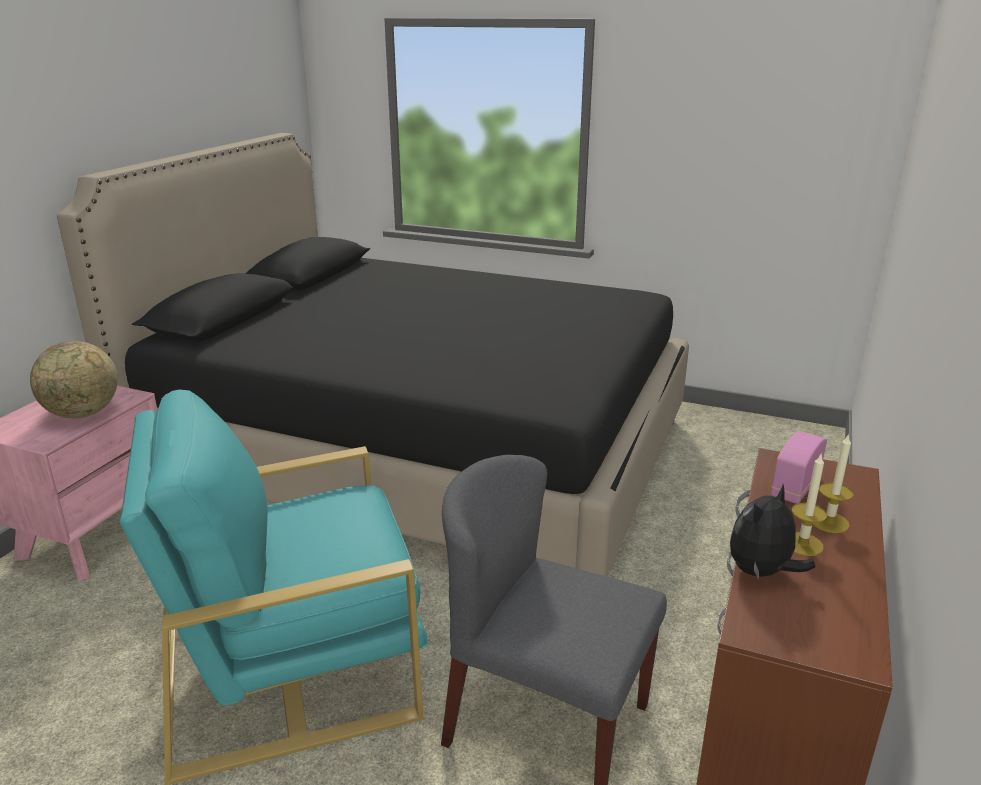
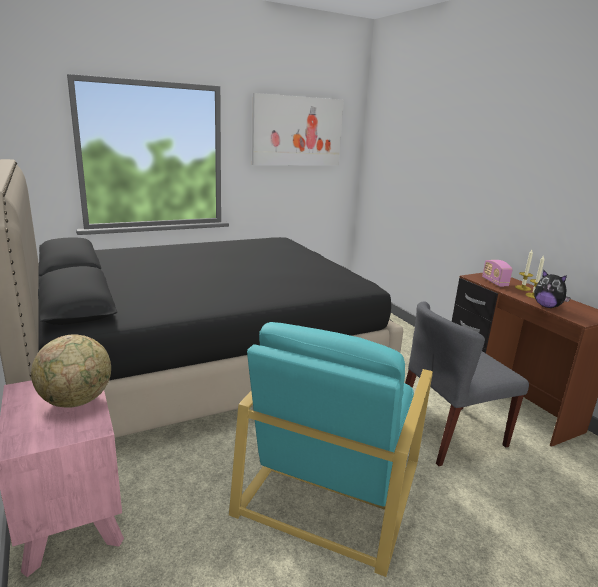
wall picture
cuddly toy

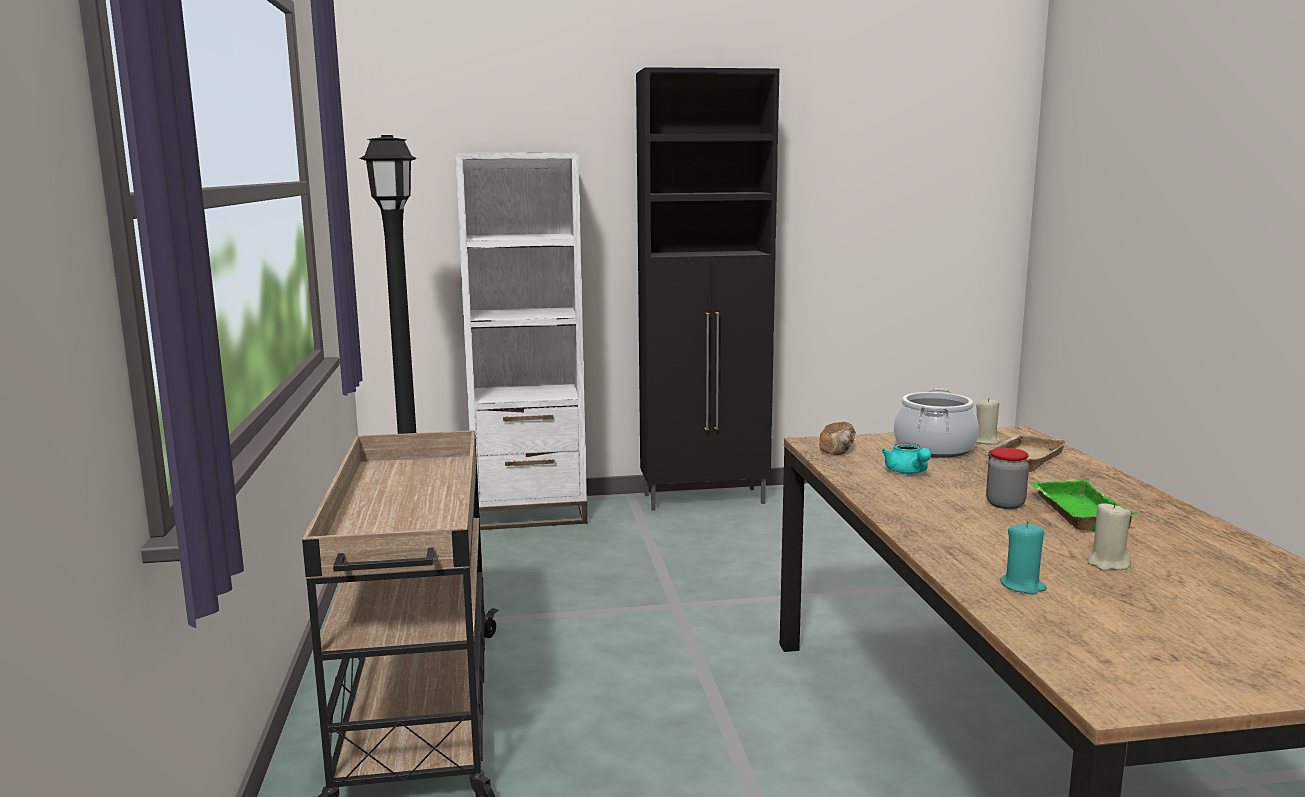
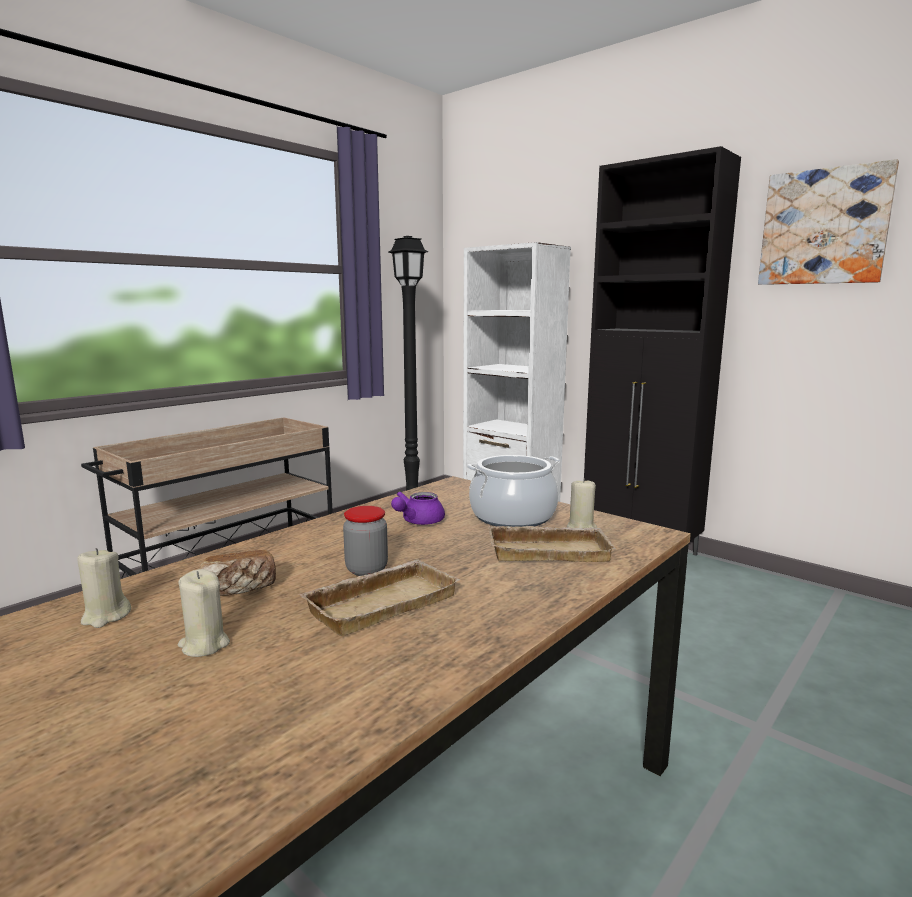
wall picture
bakery bread
purple-coloured tea pot
beige wax candle (no. 1 from left)
beige carrying tray (no. 1 from left)

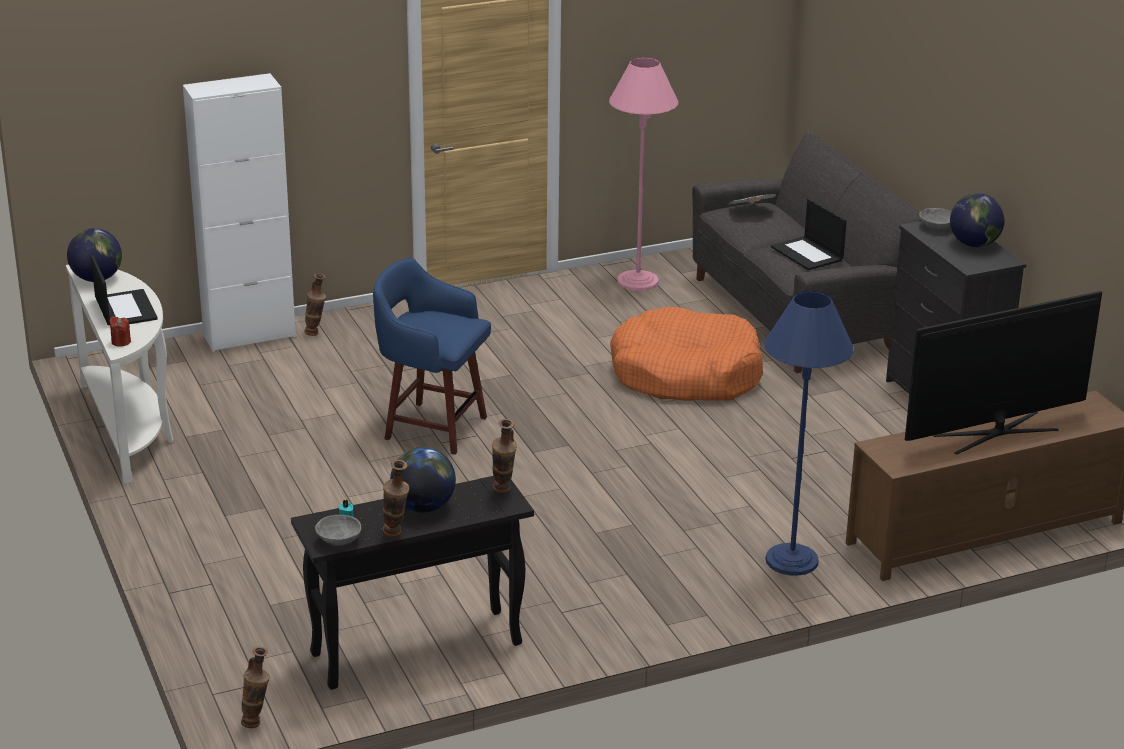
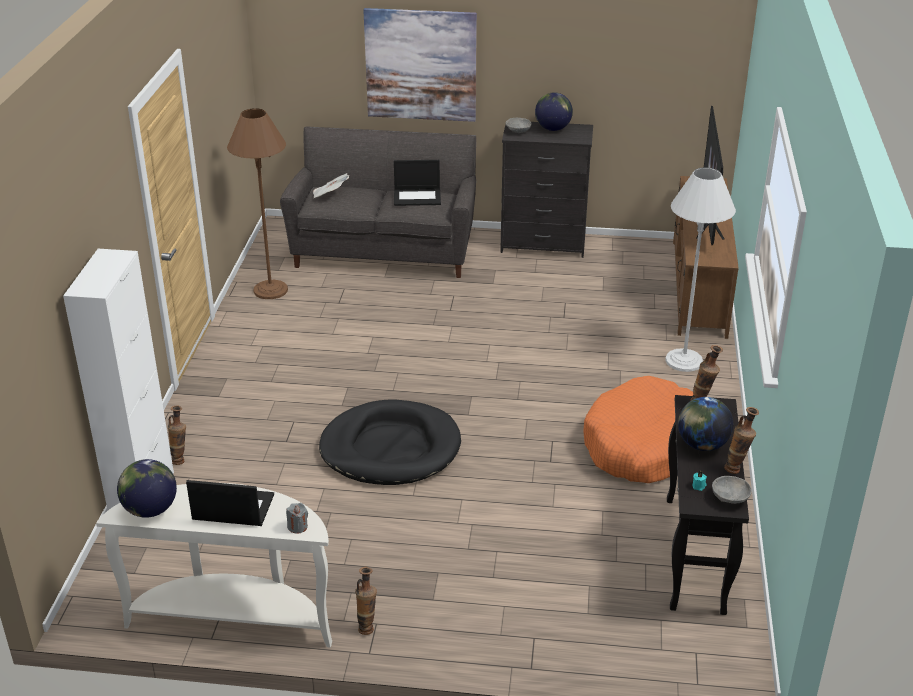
wall picture
decorative vase (no. 2 from left)
orange-coloured pet bed
black-coloured pet bed
grey wax candle
brown floor lamp
white-coloured floor lamp

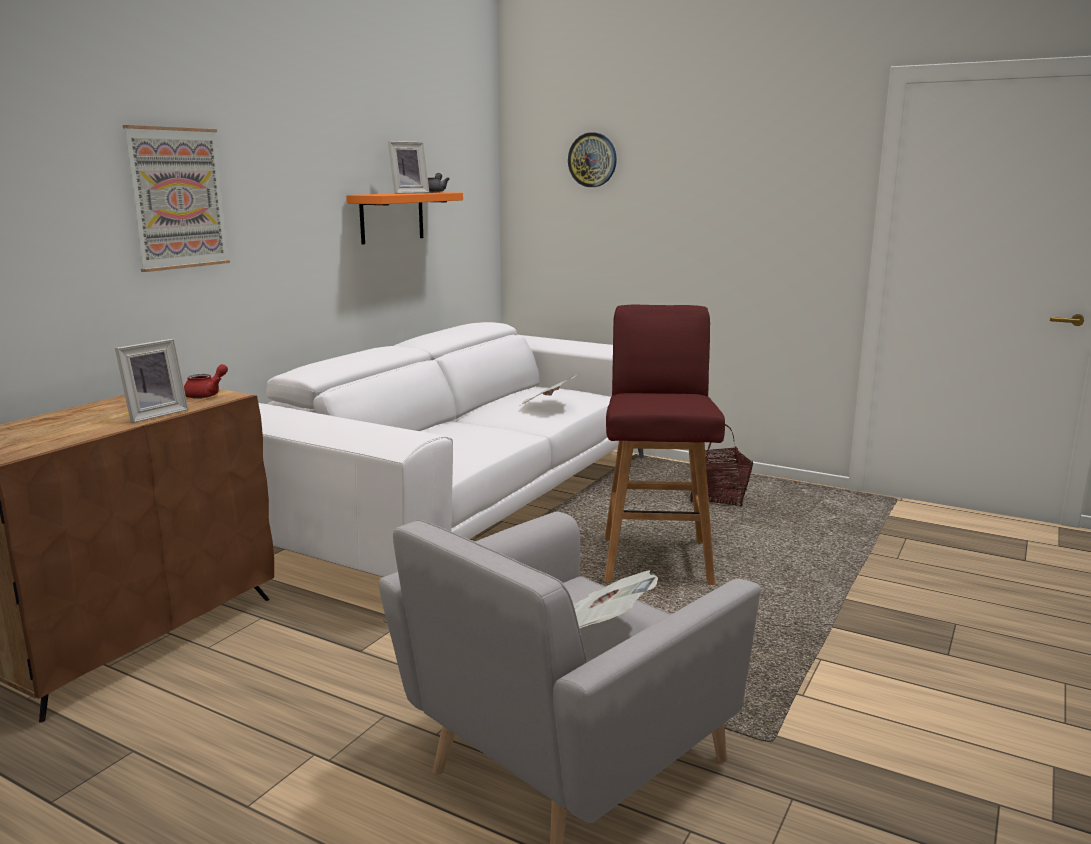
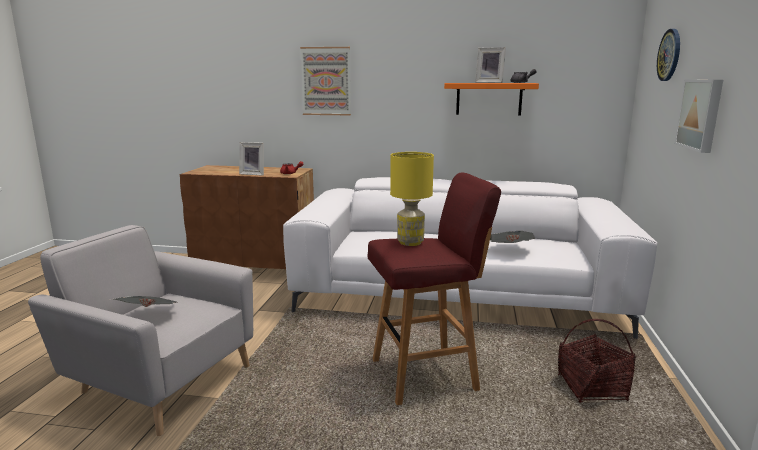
yellowish tabletop lamp
wall picture (no. 2 from left)

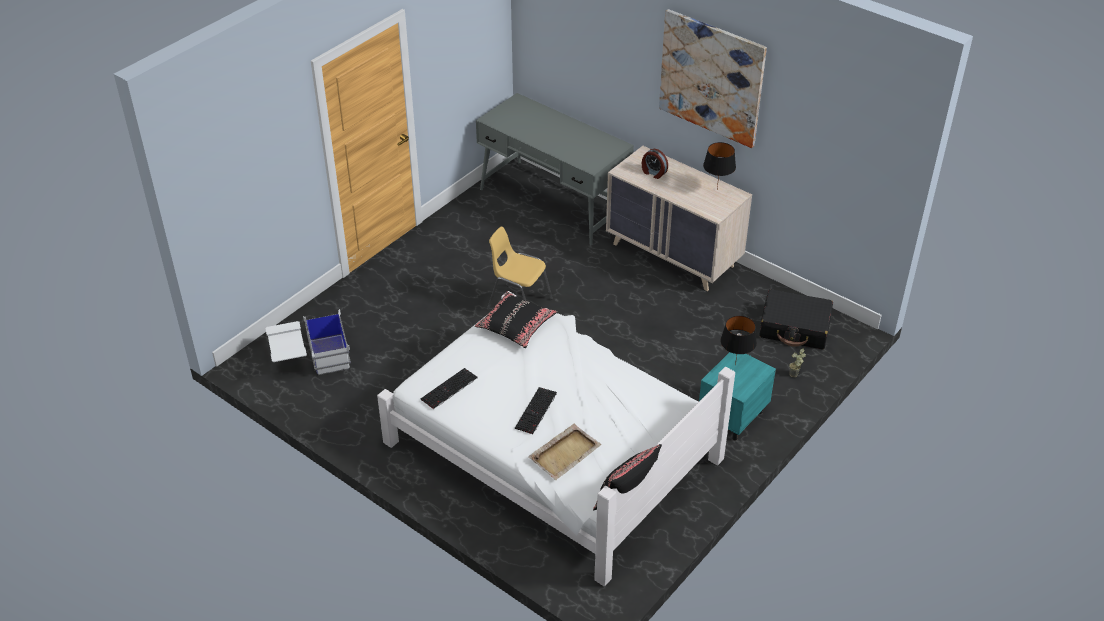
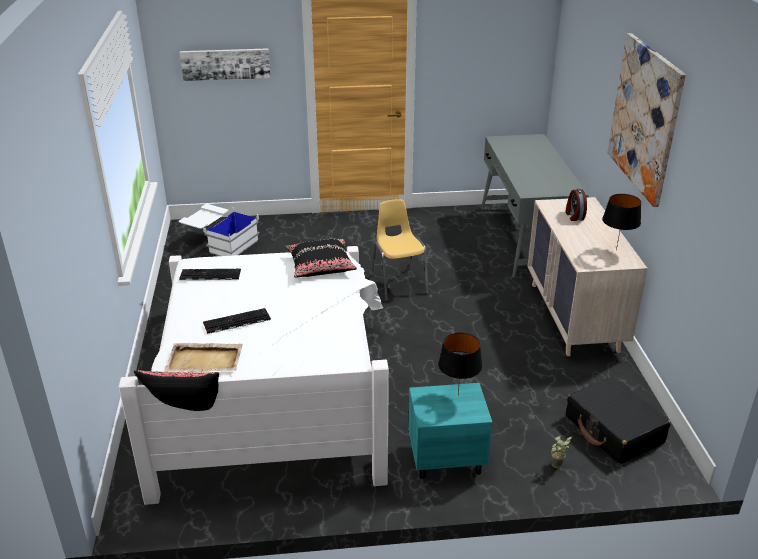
wall picture (no. 1 from left)

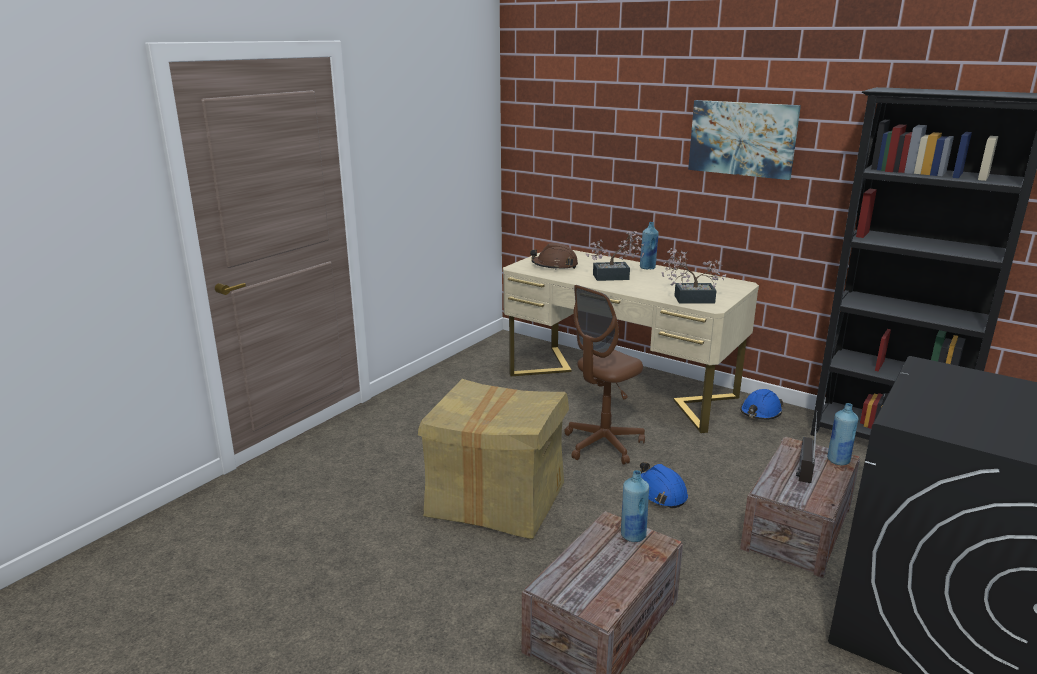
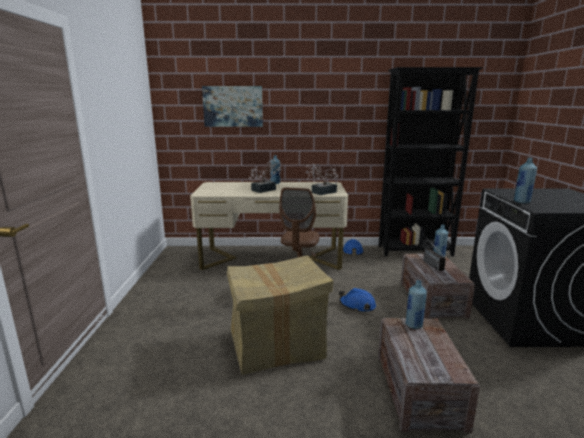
brown safety helmet
blue-coloured drink bottle (no. 4 from left)
wall picture

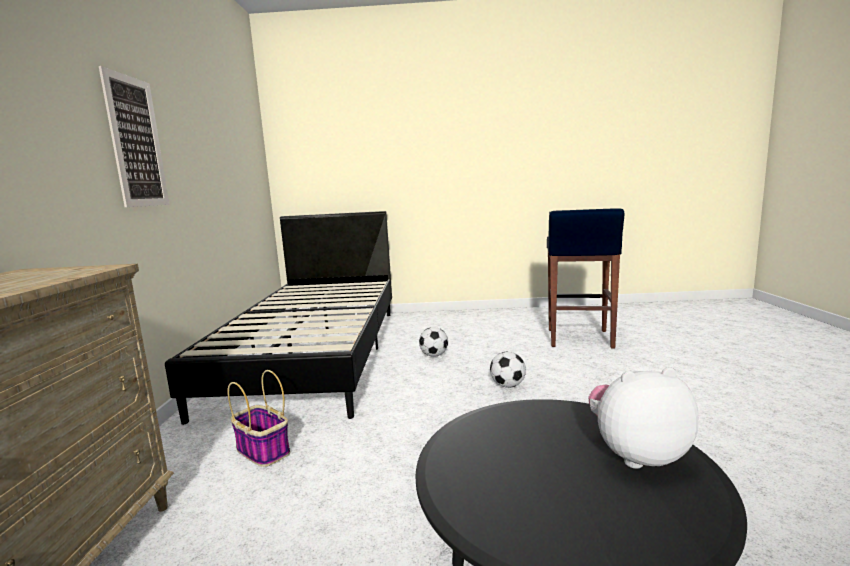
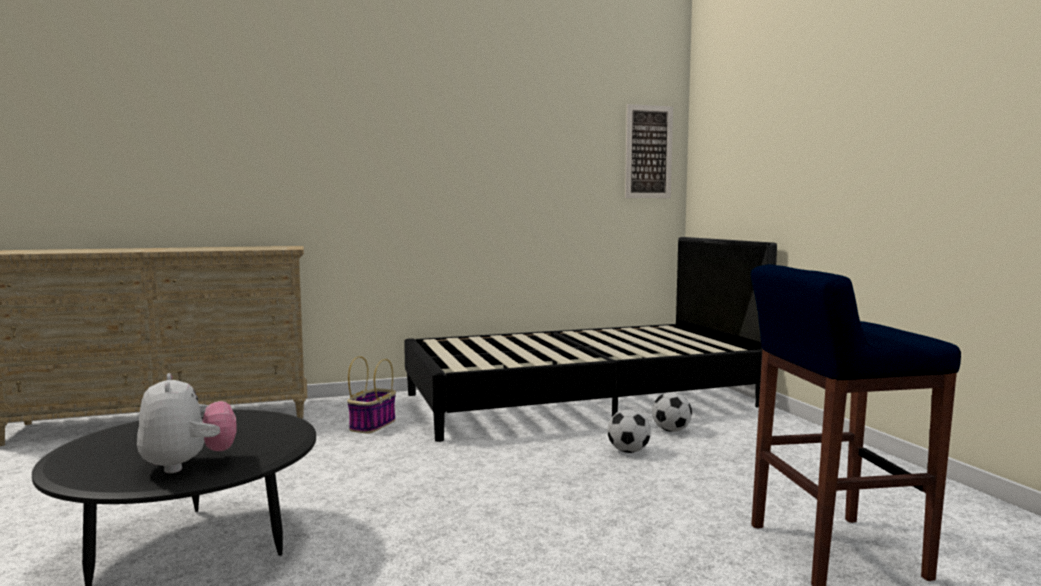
wall picture
football ball (no. 2 from left)

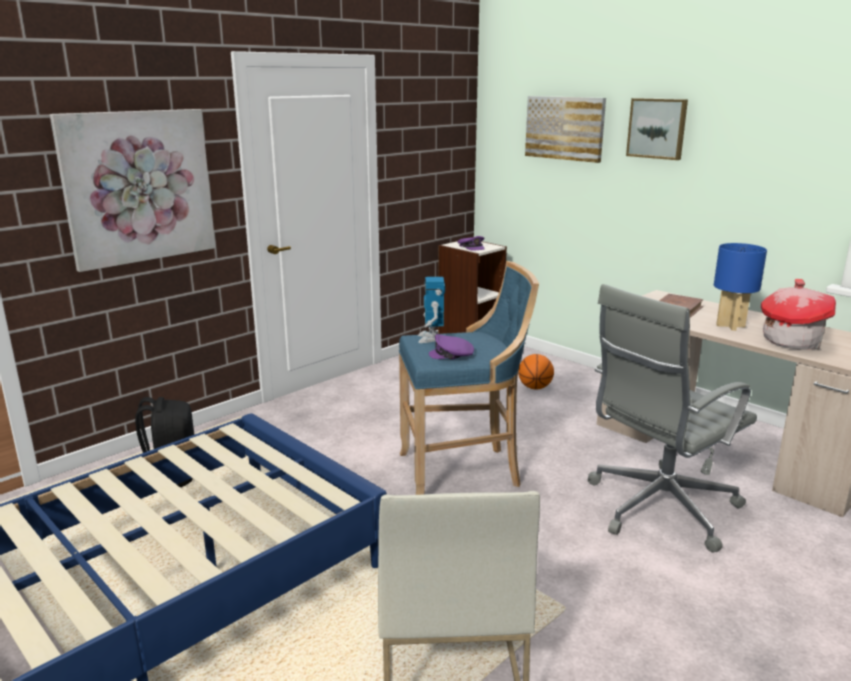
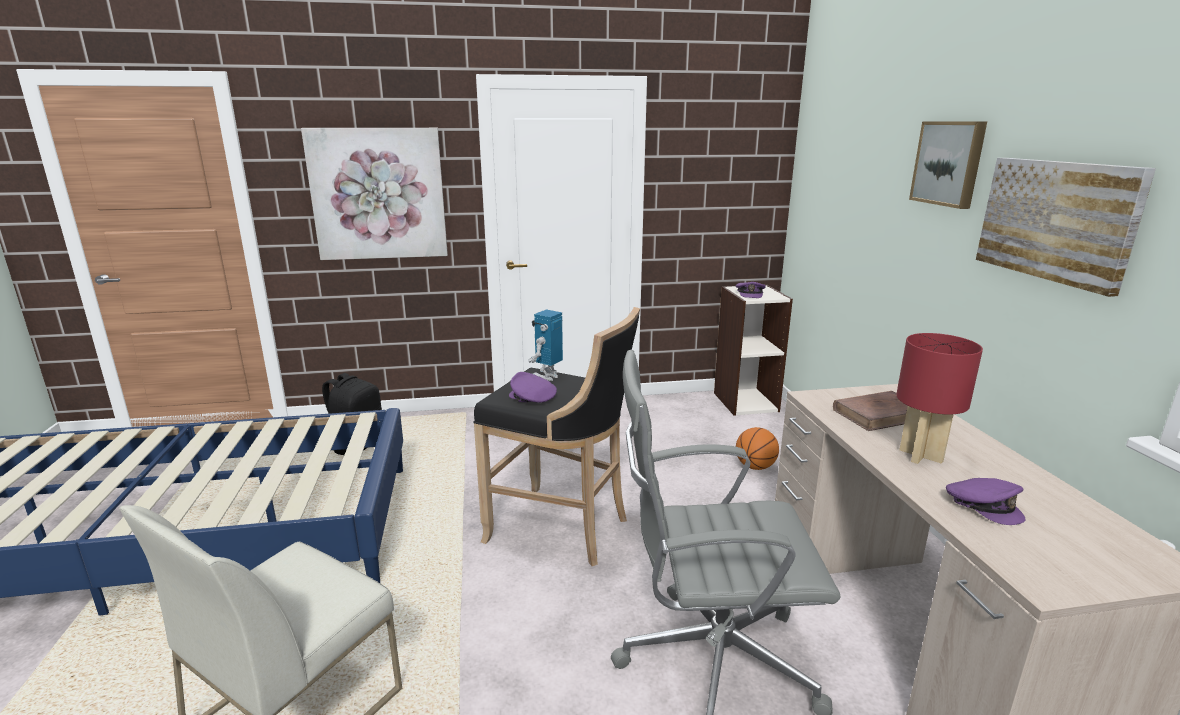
wall picture (no. 3 from left)
purple-coloured peaked cap (no. 3 from left)
black-coloured stool seat
red tabletop lamp

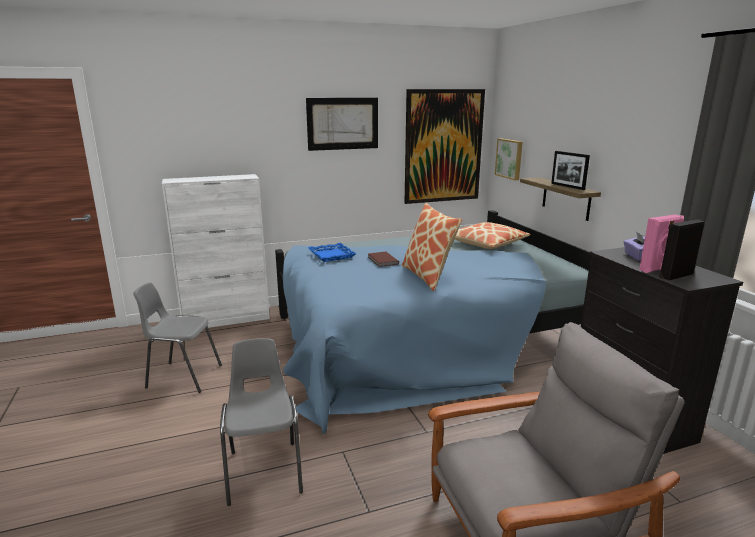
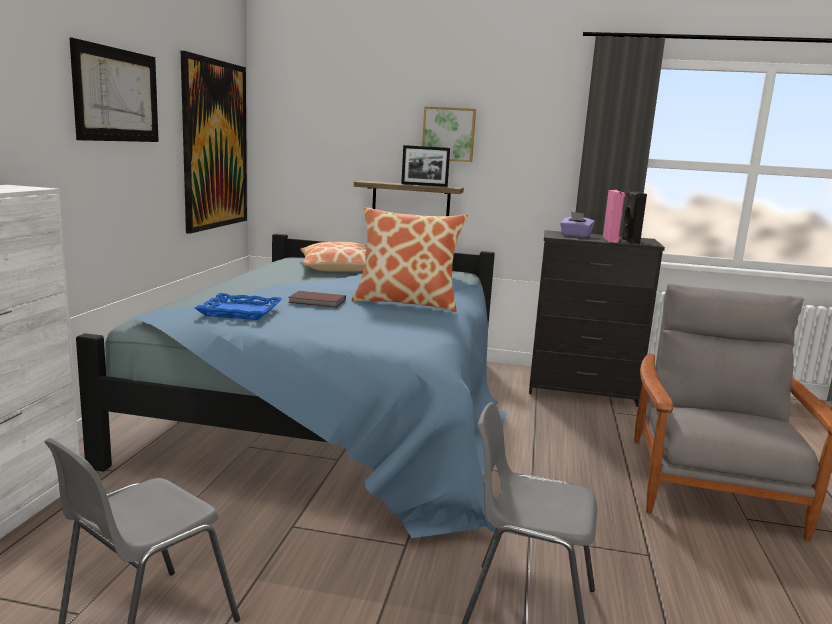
wall picture (no. 3 from left)

